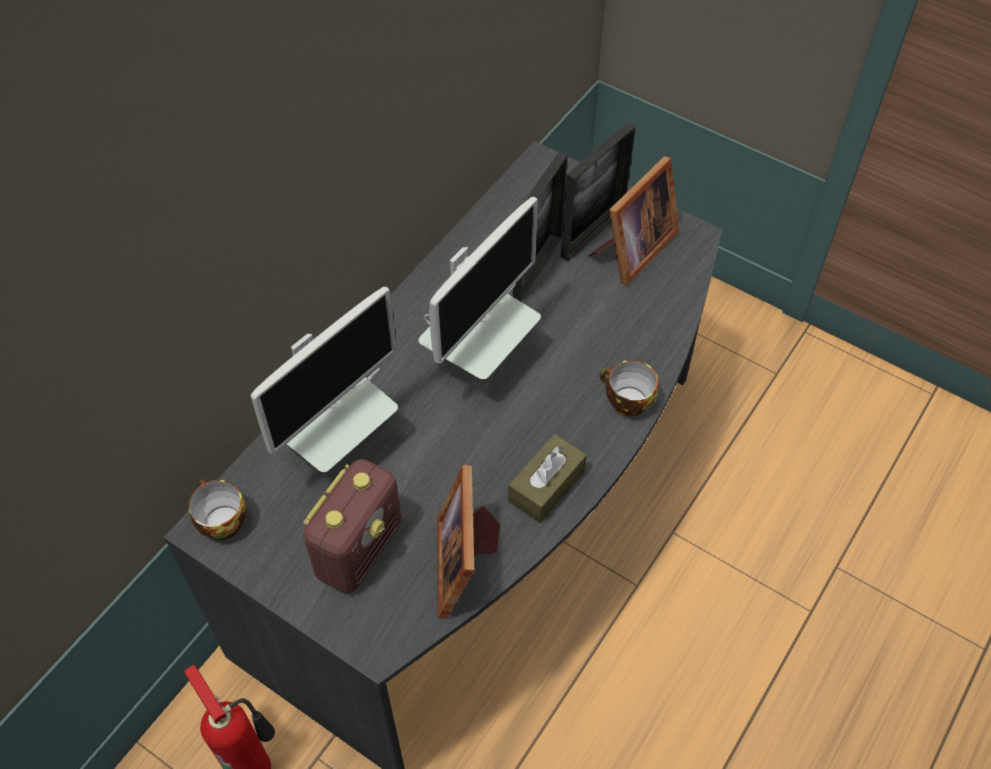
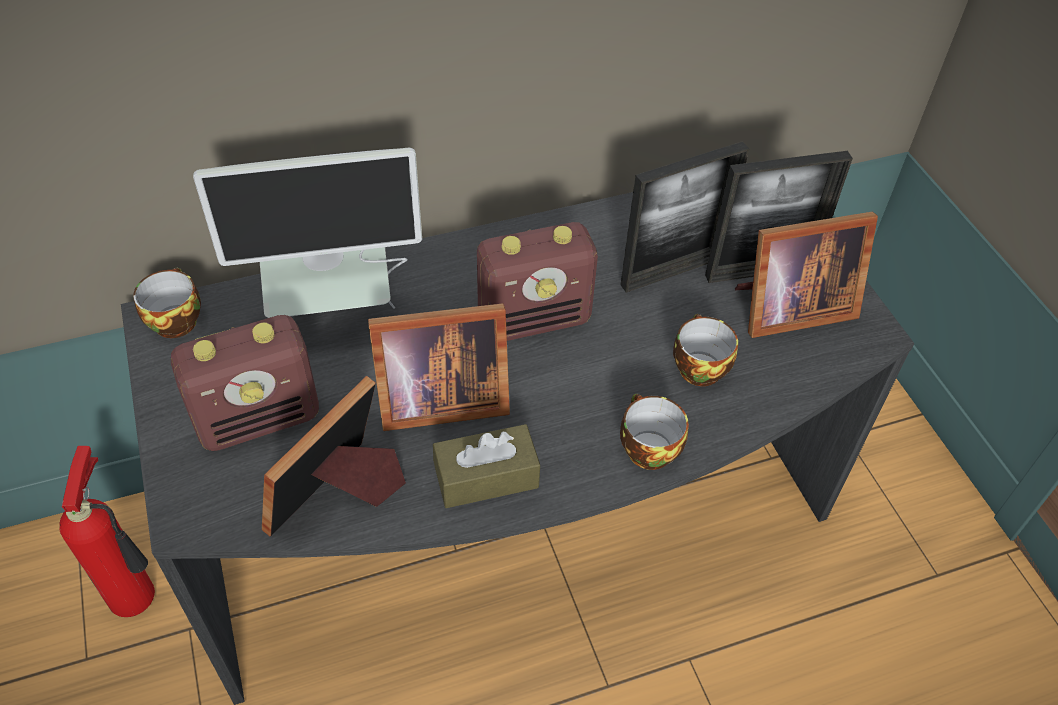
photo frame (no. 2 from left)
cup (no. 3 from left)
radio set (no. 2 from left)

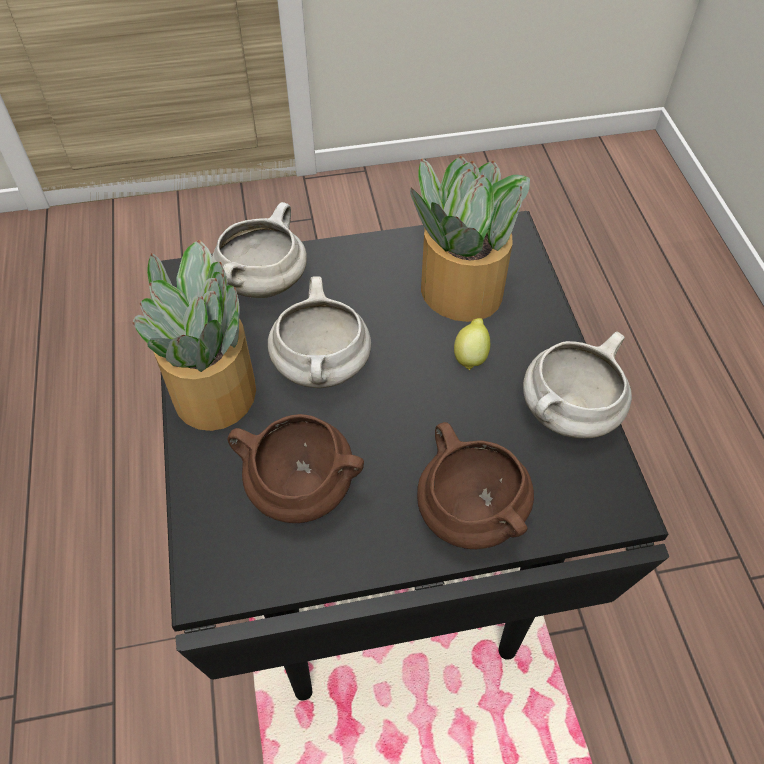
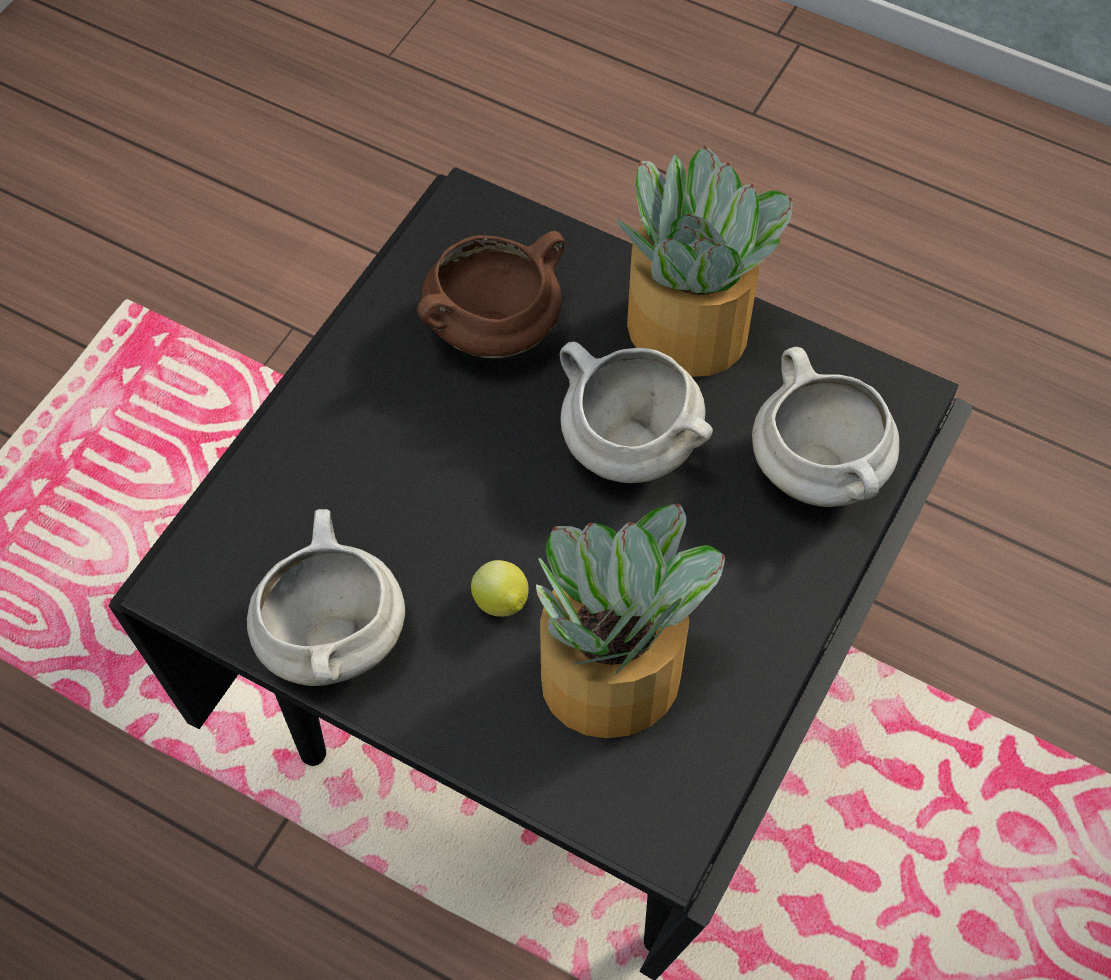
brown cooking pot (no. 2 from left in the first image)

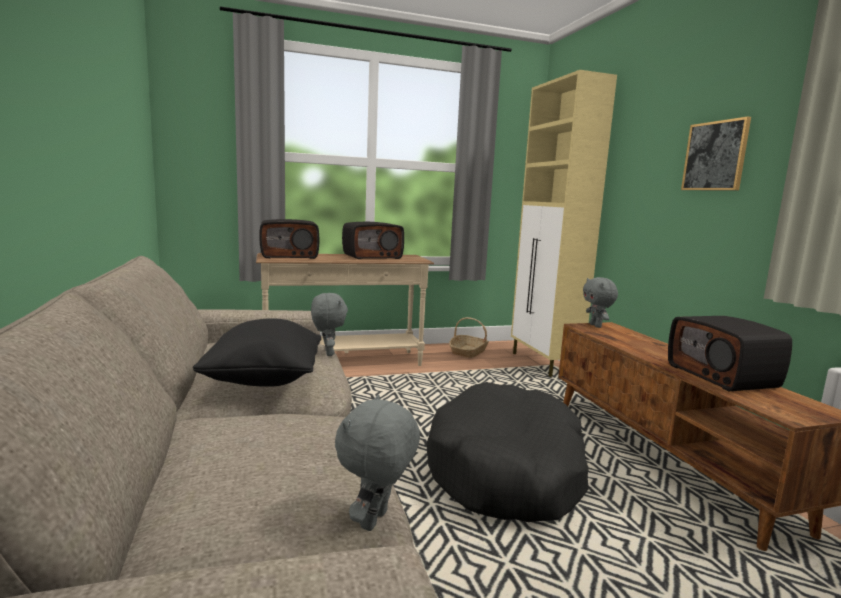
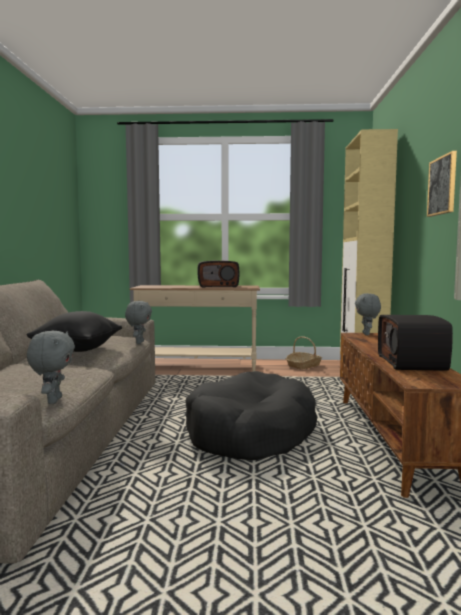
radio set (no. 1 from left in the first image)
grey cuddly toy (no. 1 from left)

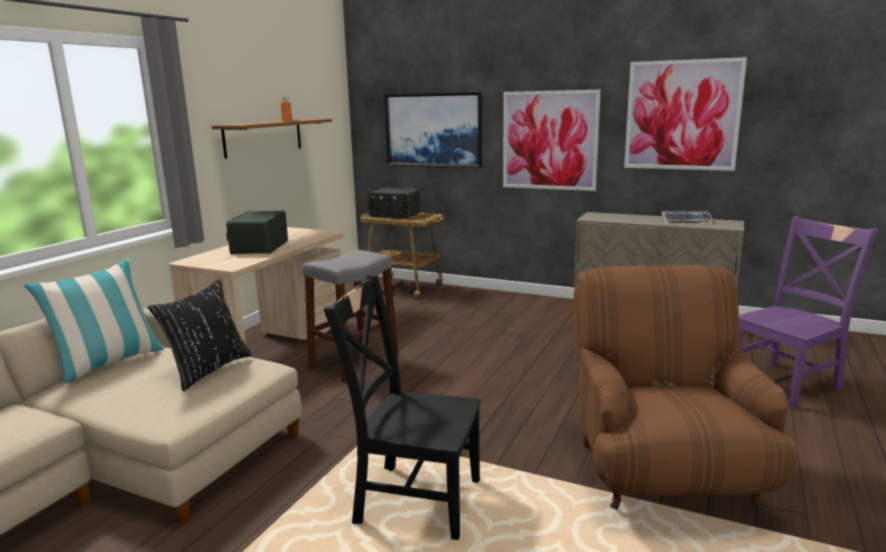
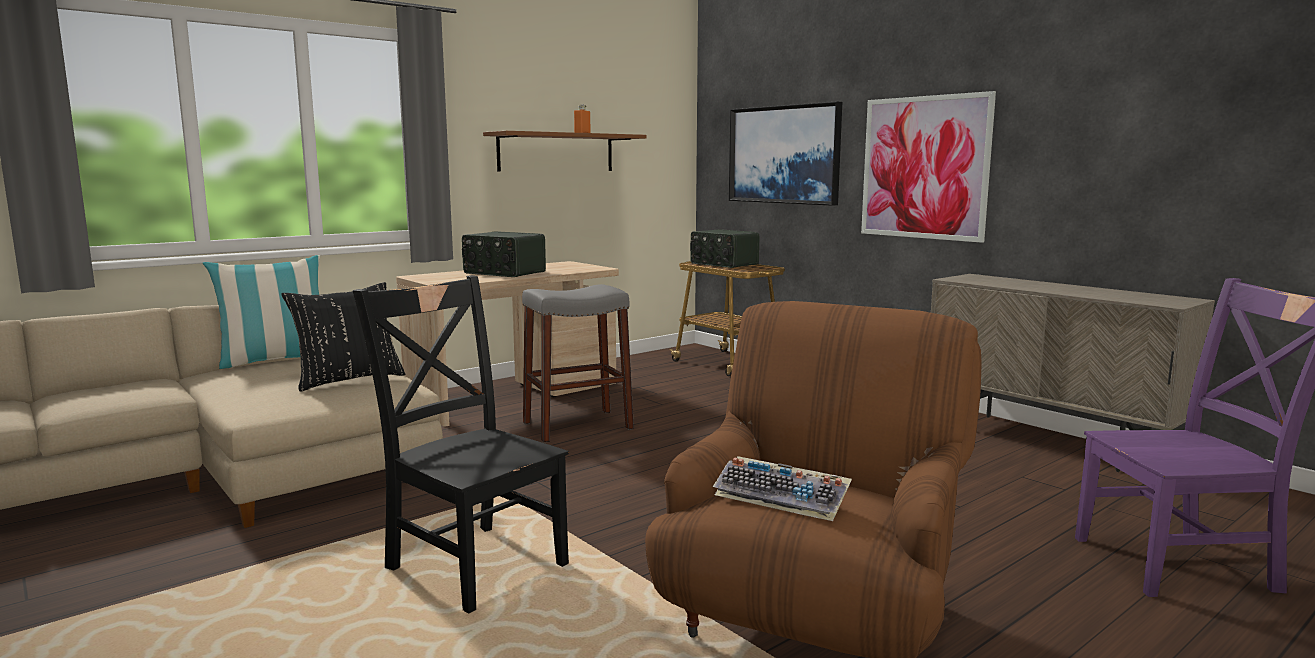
wall picture (no. 3 from left in the first image)
PC keyboard
radio set (no. 1 from left)

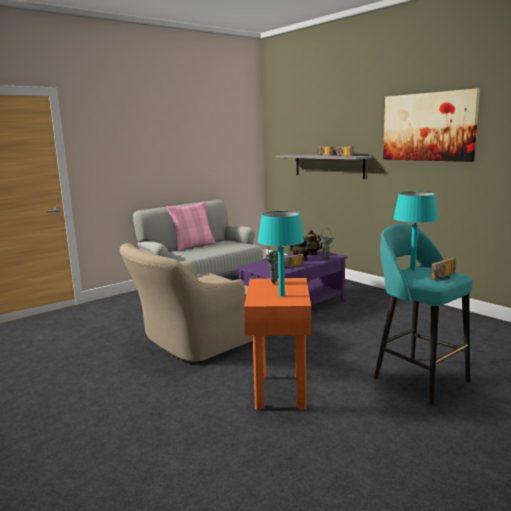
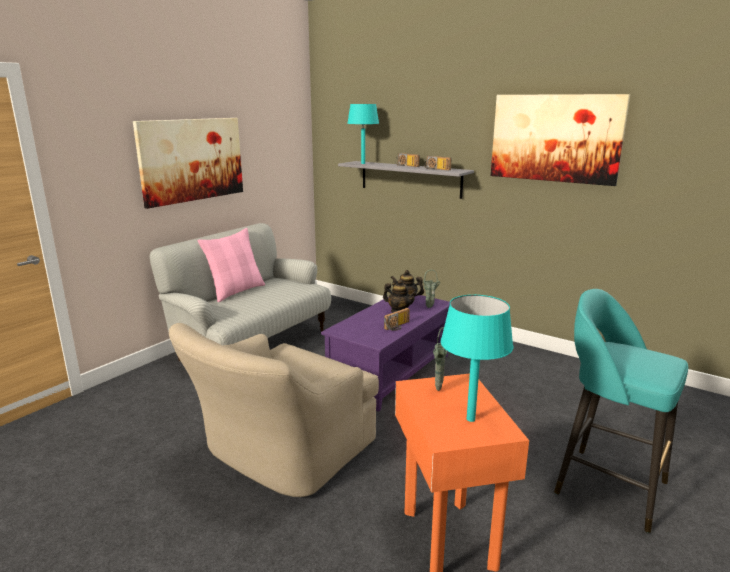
radio set (no. 4 from left in the first image)
wall picture (no. 1 from left)
blue-green tabletop lamp (no. 1 from left)

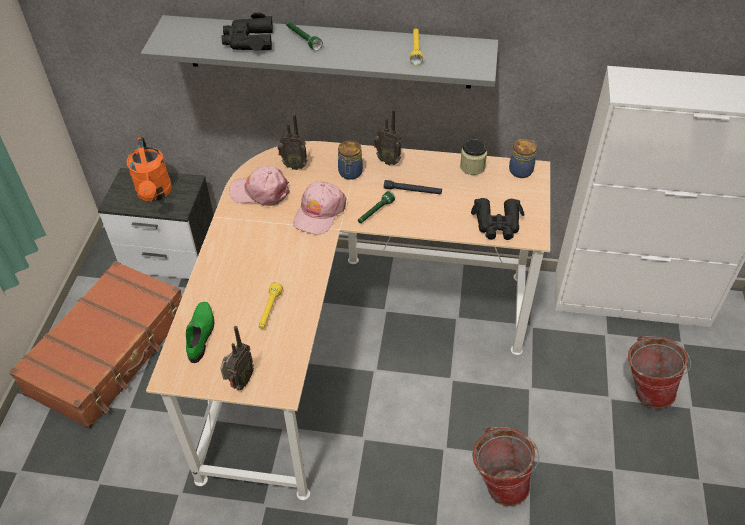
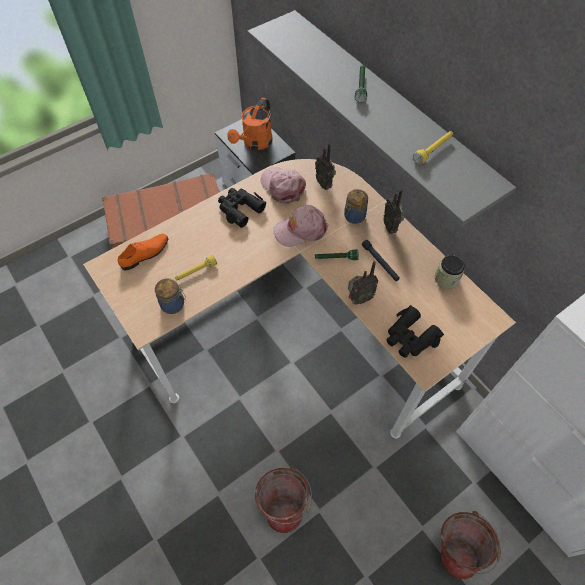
radio set (no. 2 from left)
black-coloured field glasses (no. 1 from left)
jar (no. 1 from left)
orange-coloured shoe

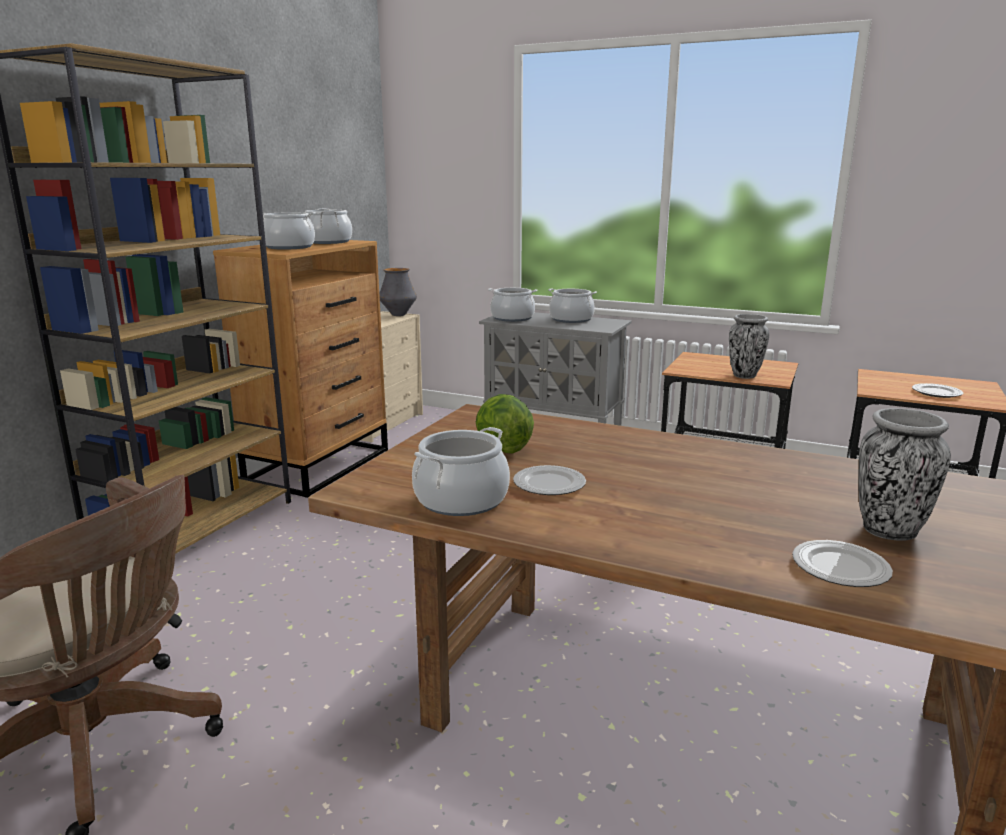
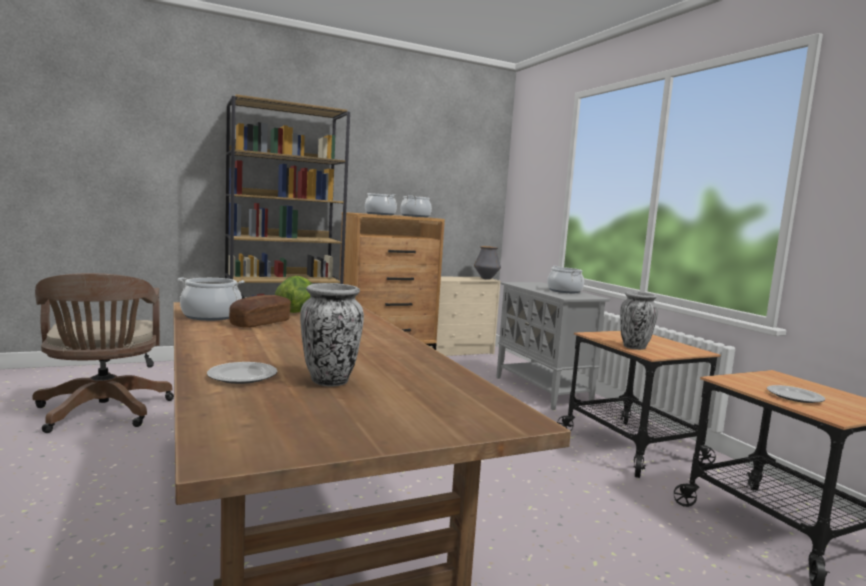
cooking pot (no. 4 from left in the first image)
bakery bread

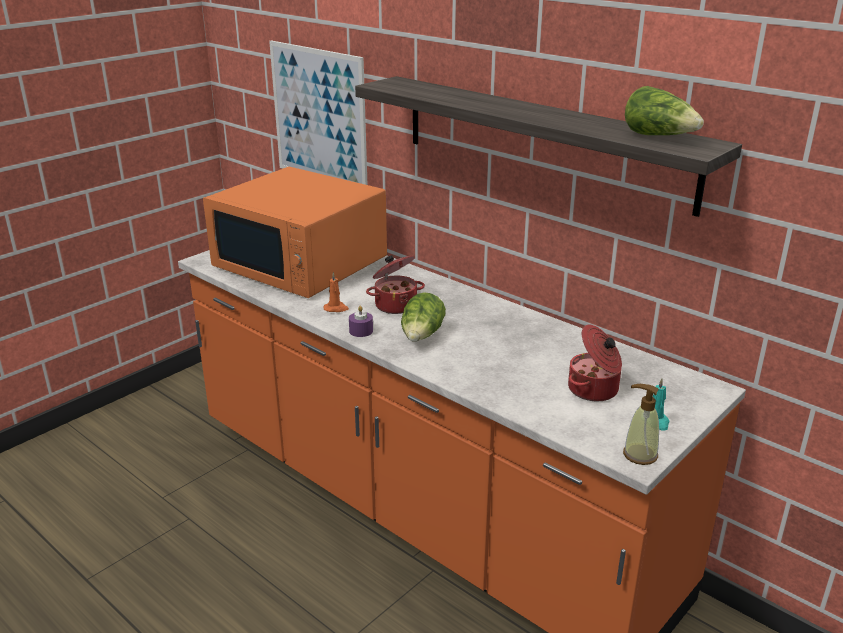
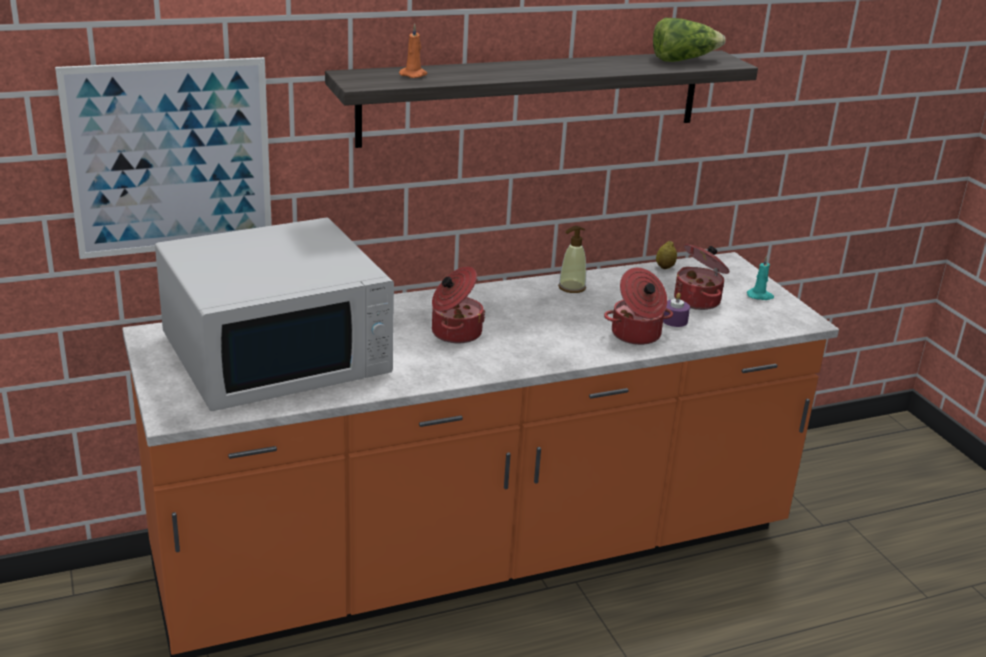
head of lettuce (no. 1 from left in the first image)
cooking pot (no. 2 from left)
whole lemon
orange-coloured wax candle
purple-coloured wax candle
soap dispenser
white-coloured kitchen microwave

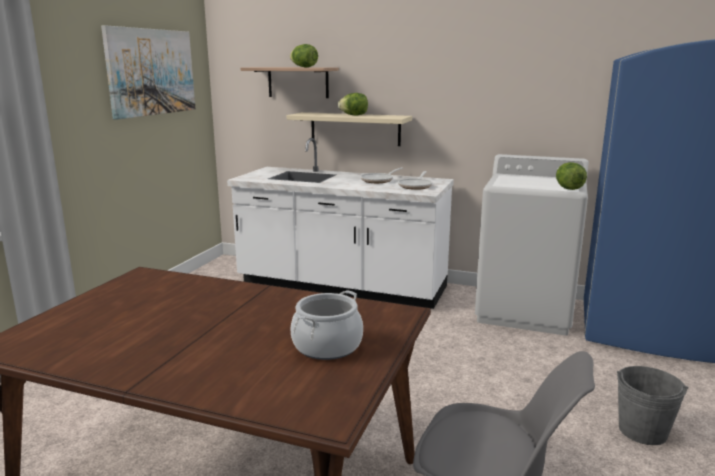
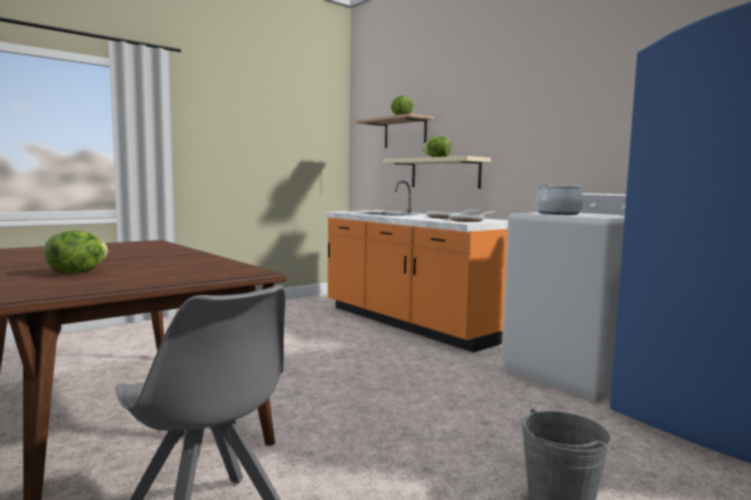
wall picture
cooking pot
head of lettuce (no. 1 from left)
orange-coloured kitchen counter

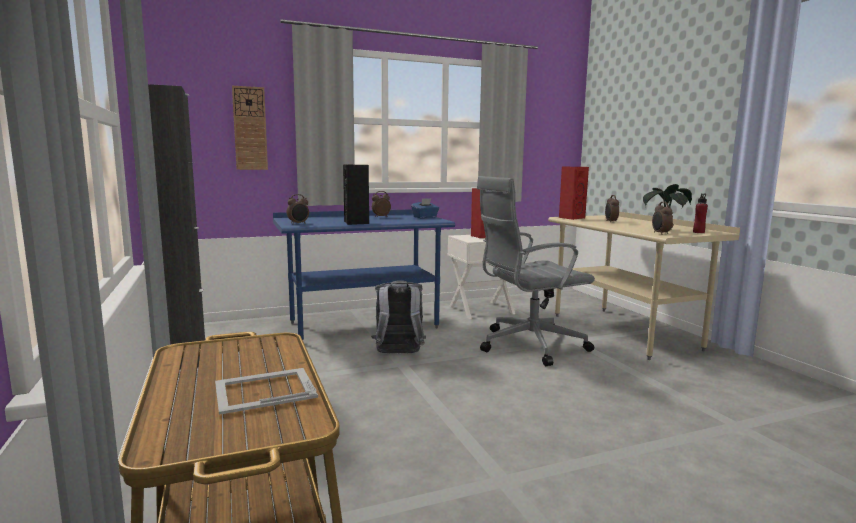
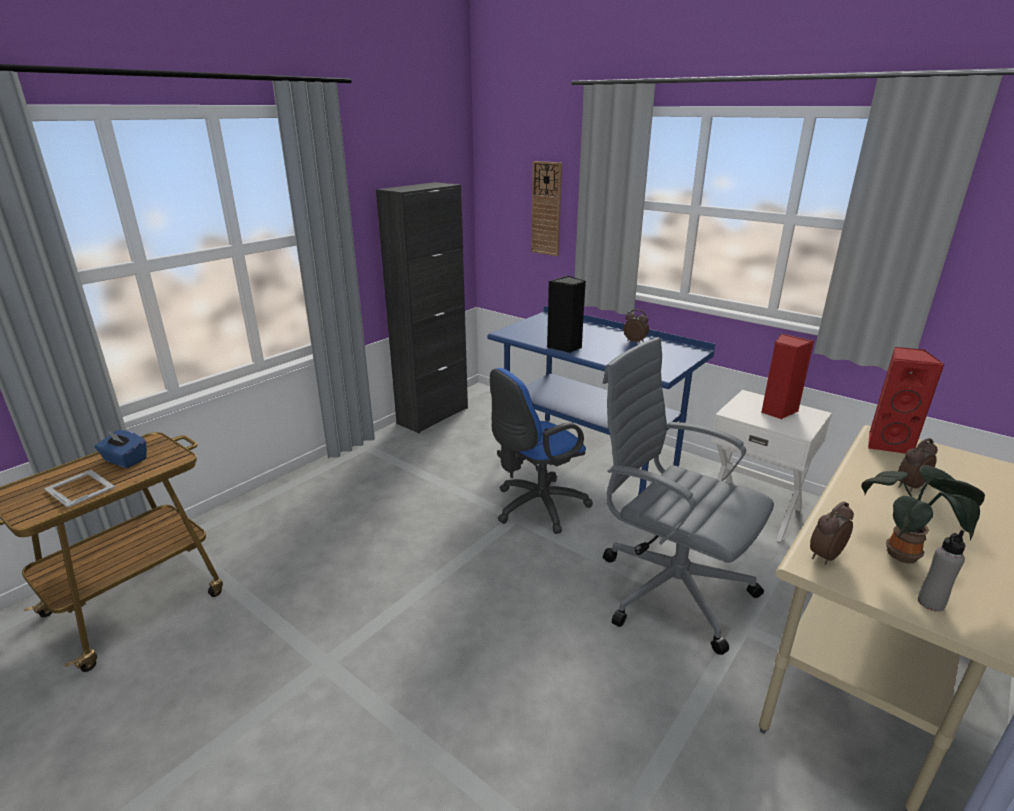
alarm clock (no. 1 from left in the first image)
blue-coloured box of tissues
blue-coloured desk chair
grey drink bottle

